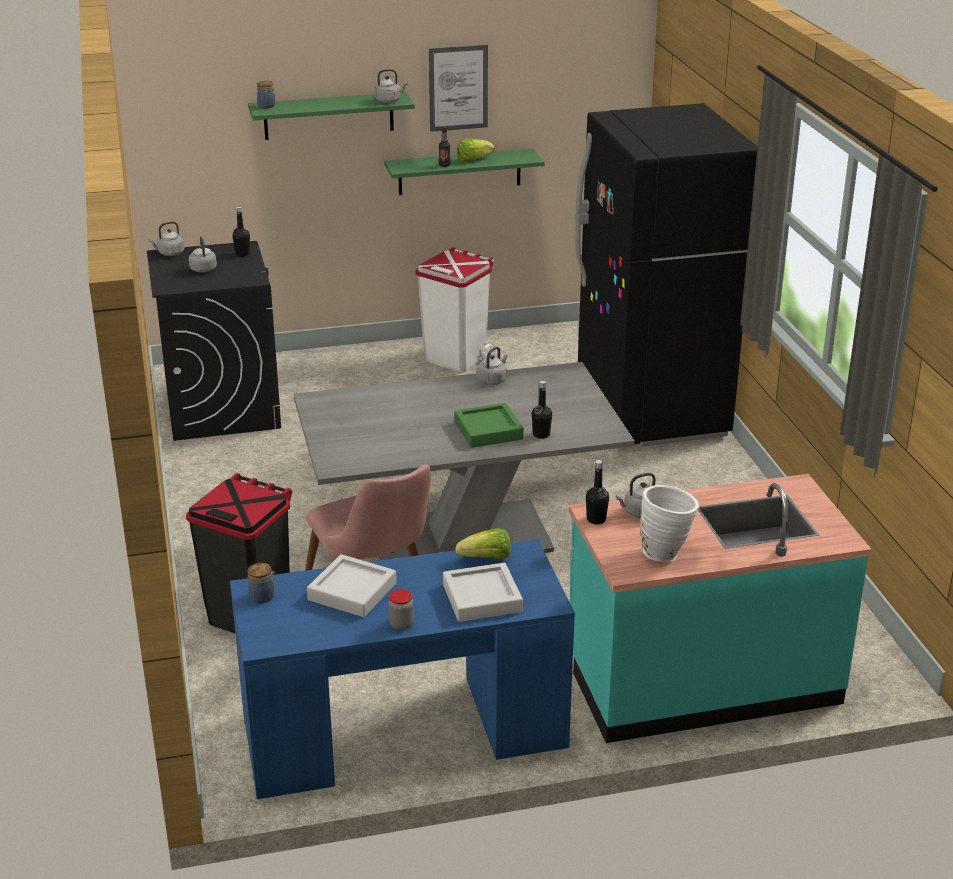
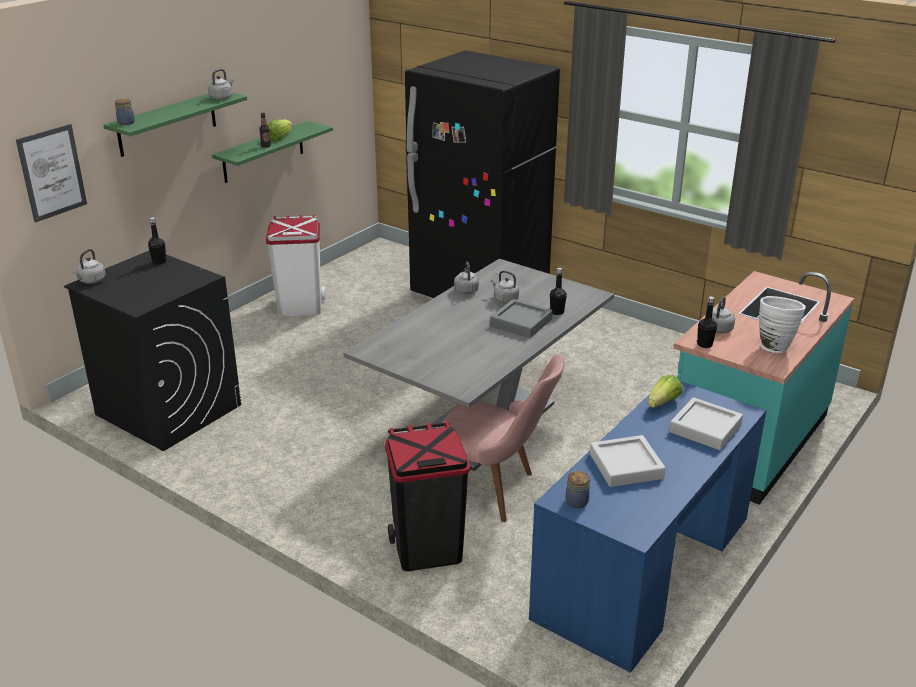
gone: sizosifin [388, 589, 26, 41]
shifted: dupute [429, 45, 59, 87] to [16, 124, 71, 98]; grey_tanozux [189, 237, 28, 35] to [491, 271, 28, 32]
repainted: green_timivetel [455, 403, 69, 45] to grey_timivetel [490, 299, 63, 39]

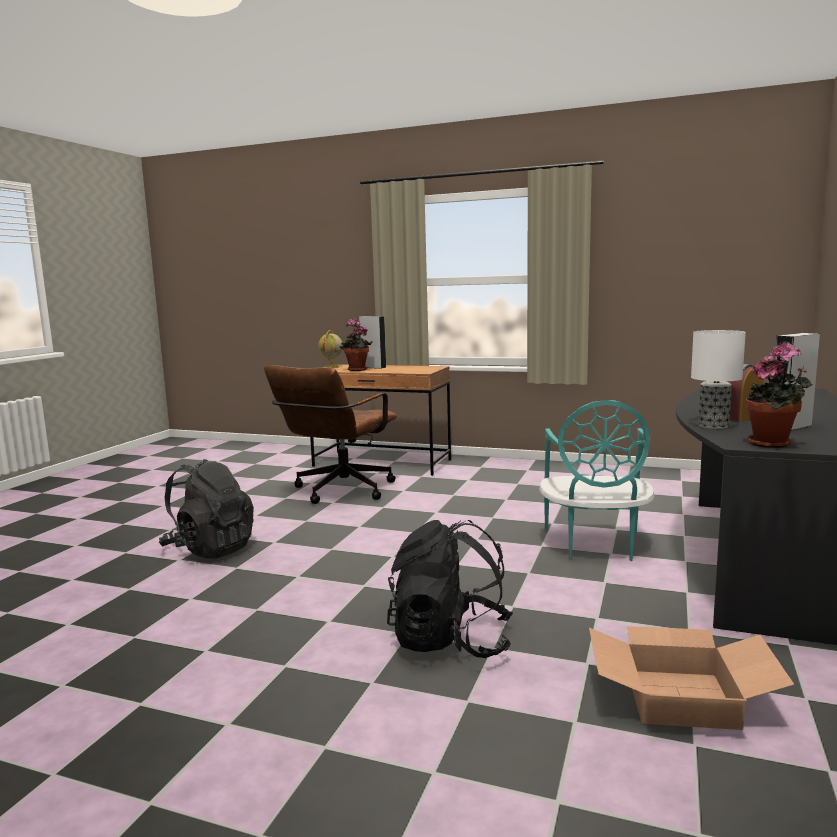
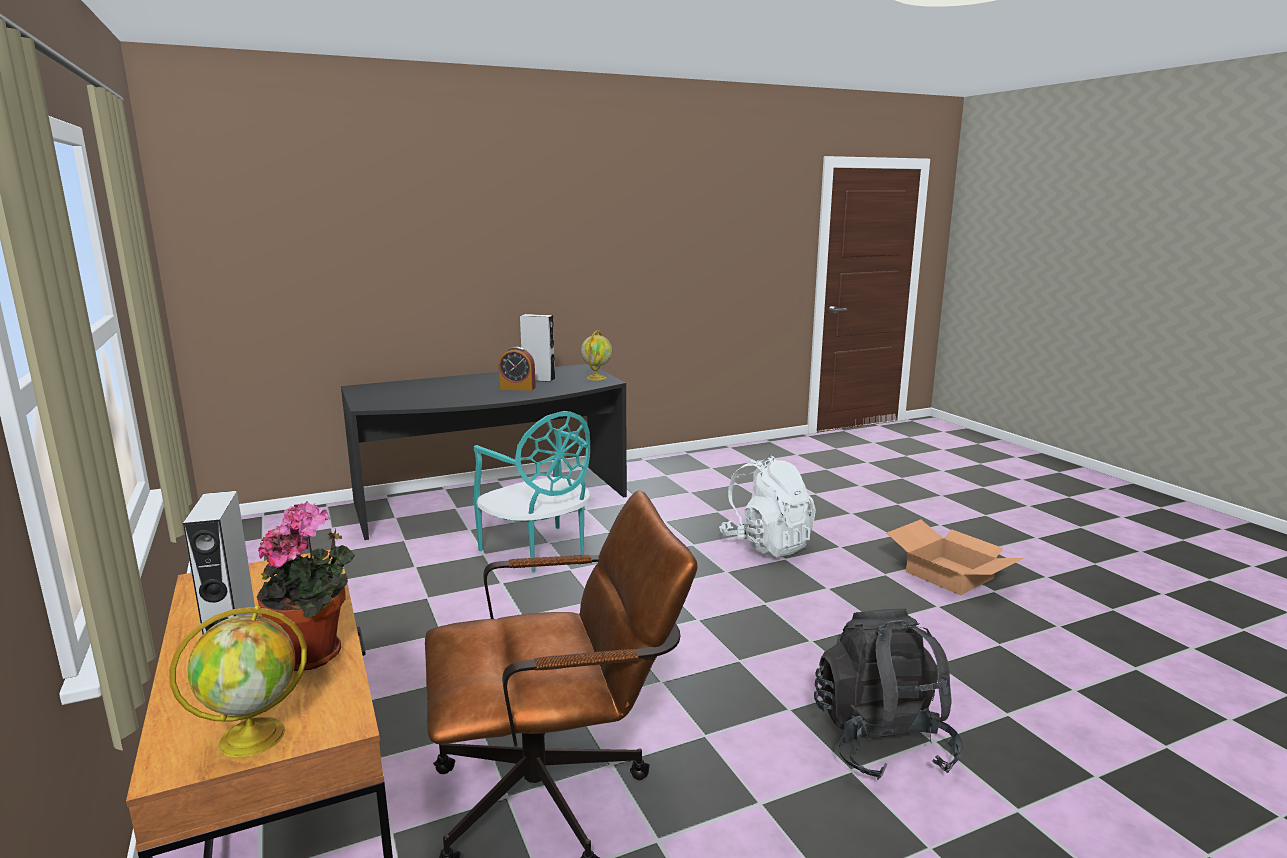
gone: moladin [691, 330, 55, 99]
shifted: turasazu [589, 626, 205, 104] to [887, 519, 137, 76]
swapped: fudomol [746, 342, 67, 106] to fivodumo [581, 330, 31, 51]
repainted: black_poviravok [387, 520, 126, 138] to white_poviravok [719, 455, 97, 102]
rotated: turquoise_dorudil [539, 400, 115, 161] = [473, 411, 118, 162] 90 degrees clockwise

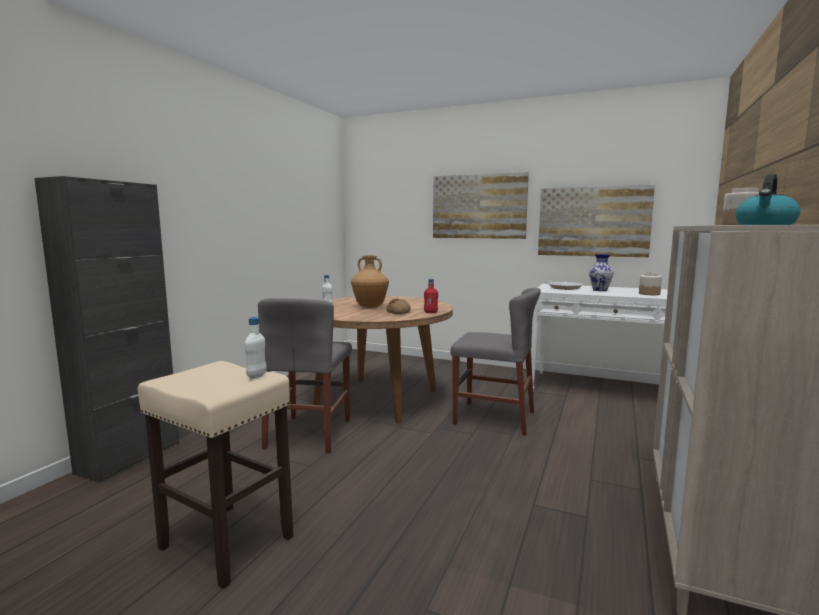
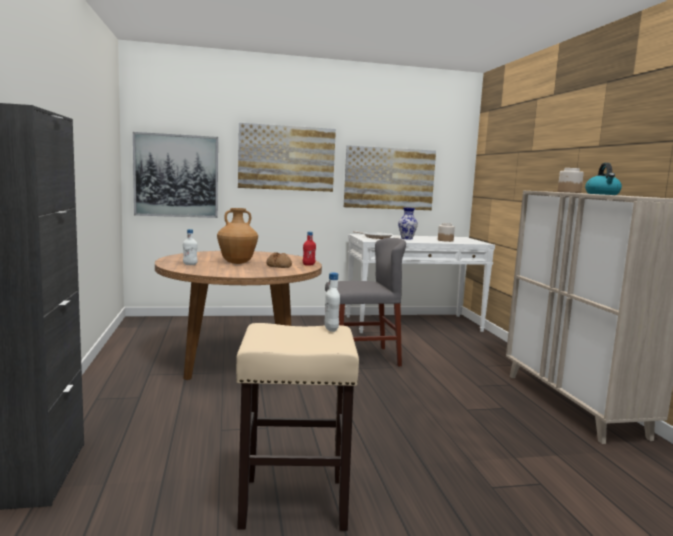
gone: grey_dorudil [258, 298, 94, 155]
new: dupute [133, 132, 85, 86]

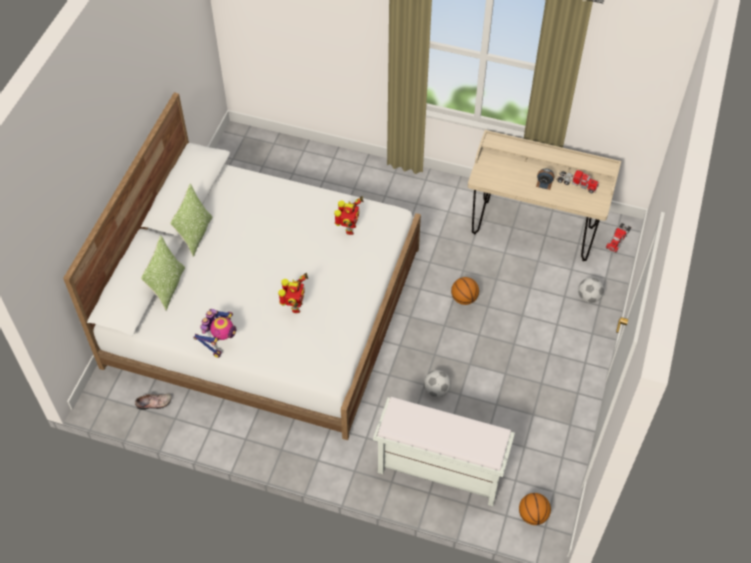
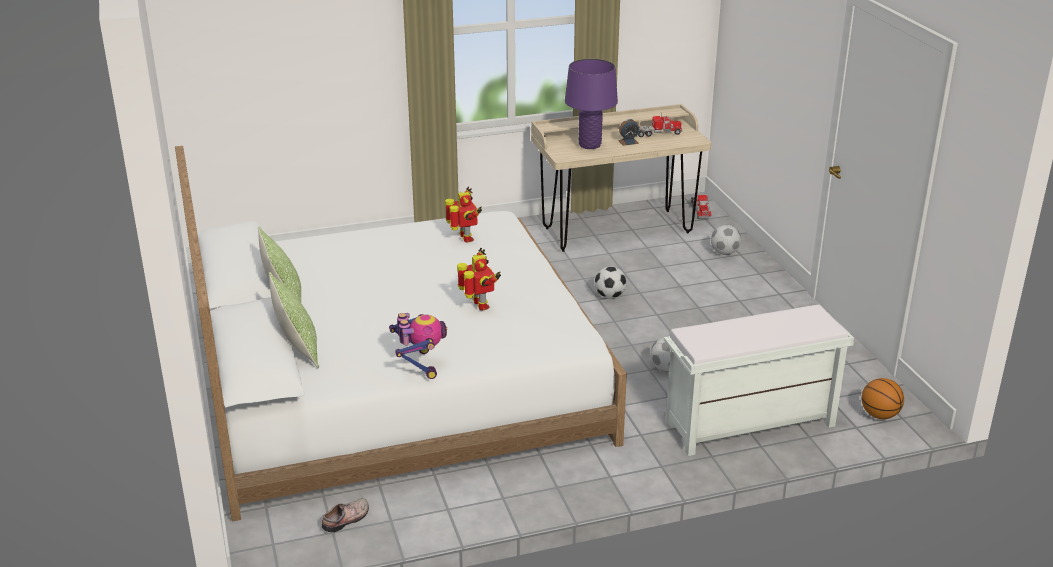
new: purple_moladin [565, 59, 53, 90]
swapped: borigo [451, 277, 28, 28] to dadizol [595, 266, 32, 33]

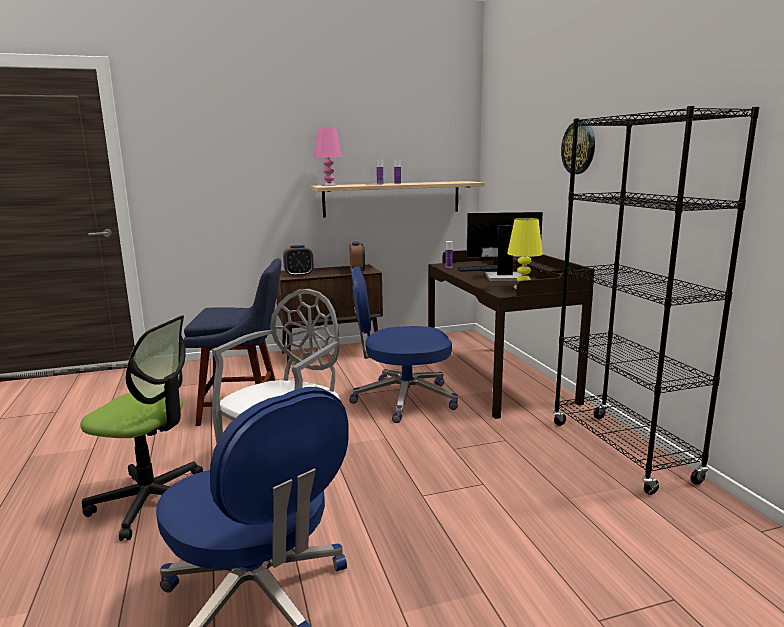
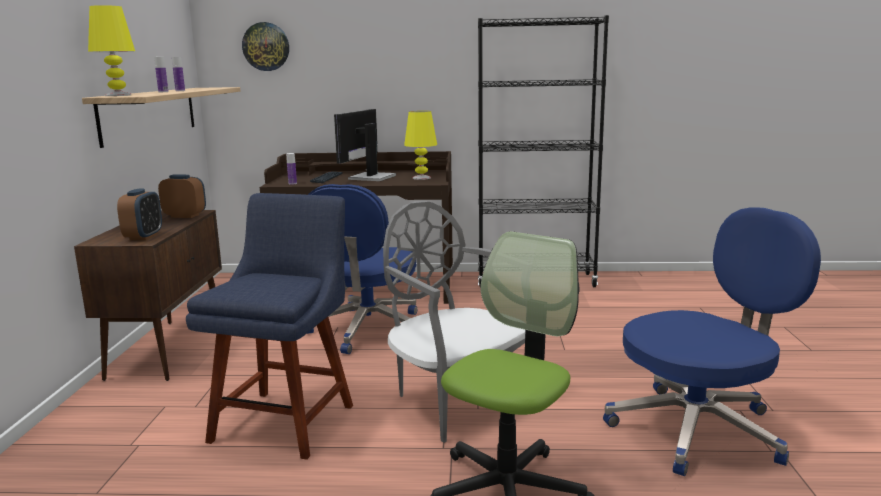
shifted: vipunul [561, 121, 34, 53] to [242, 22, 47, 49]
repainted: pink_moladin [314, 128, 28, 58] to yellow_moladin [88, 5, 47, 91]

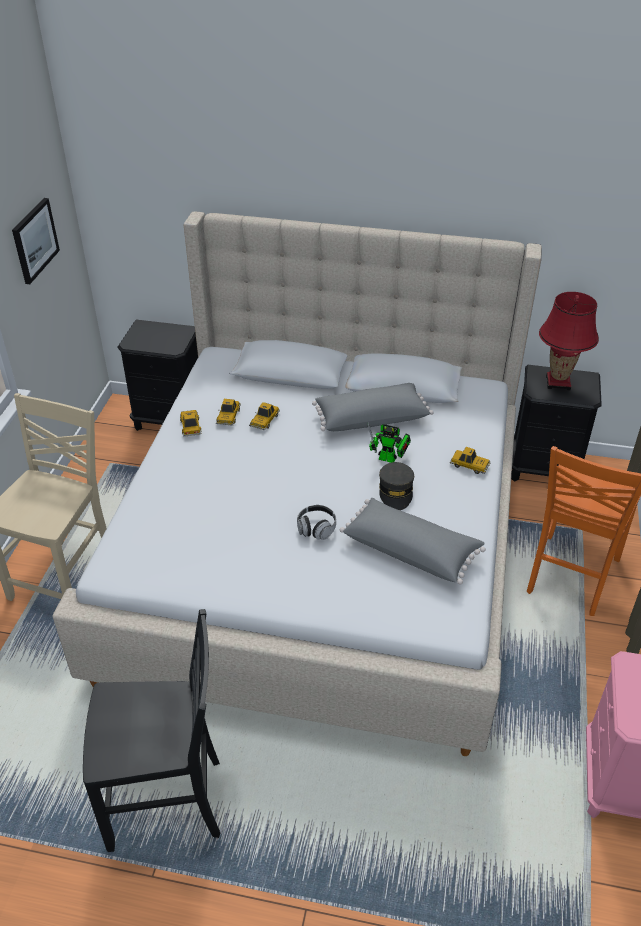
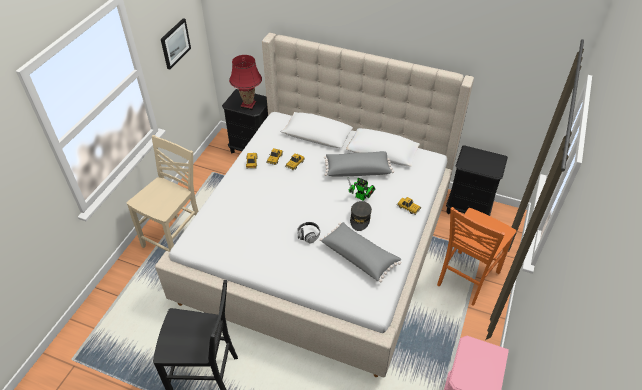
shifted: red_moladin [539, 292, 60, 98] to [229, 55, 33, 55]

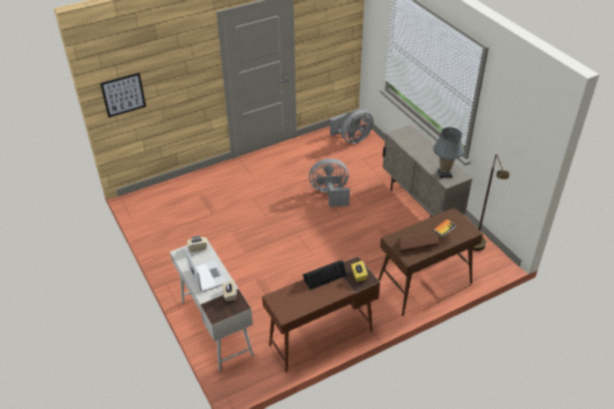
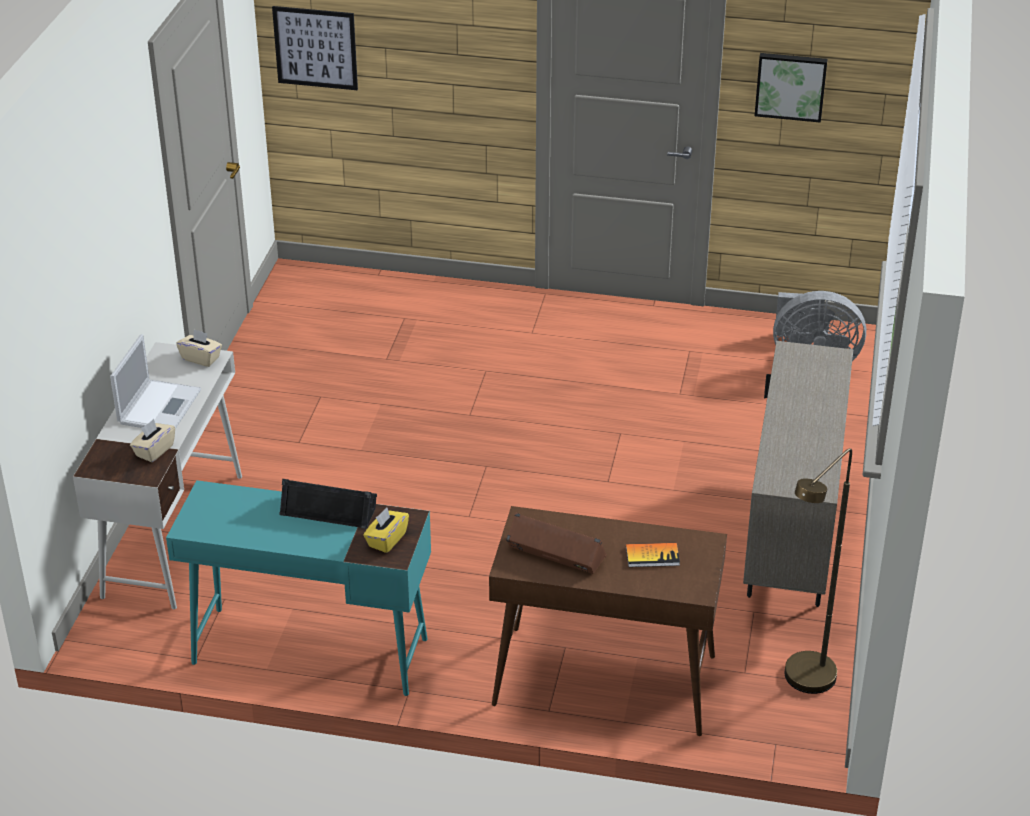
gone: grey_moladin [433, 127, 31, 51]; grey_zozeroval [309, 159, 41, 48]
new: dupute [755, 53, 73, 70]
repainted: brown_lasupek [262, 256, 118, 116] to turquoise_lasupek [166, 480, 265, 216]

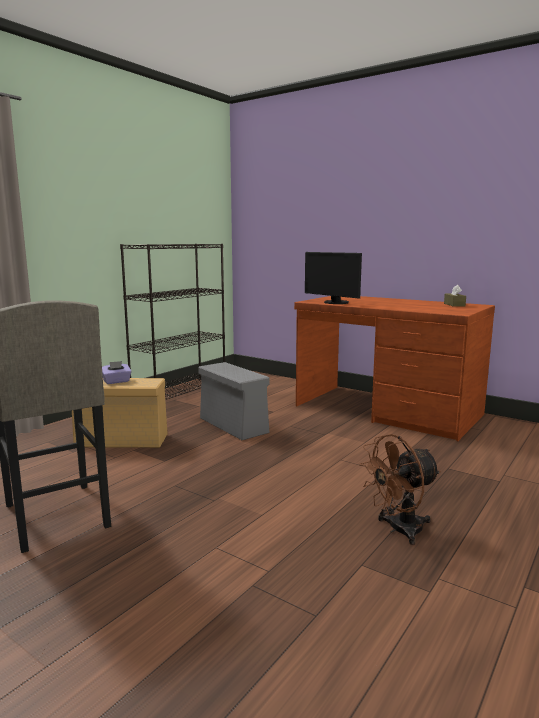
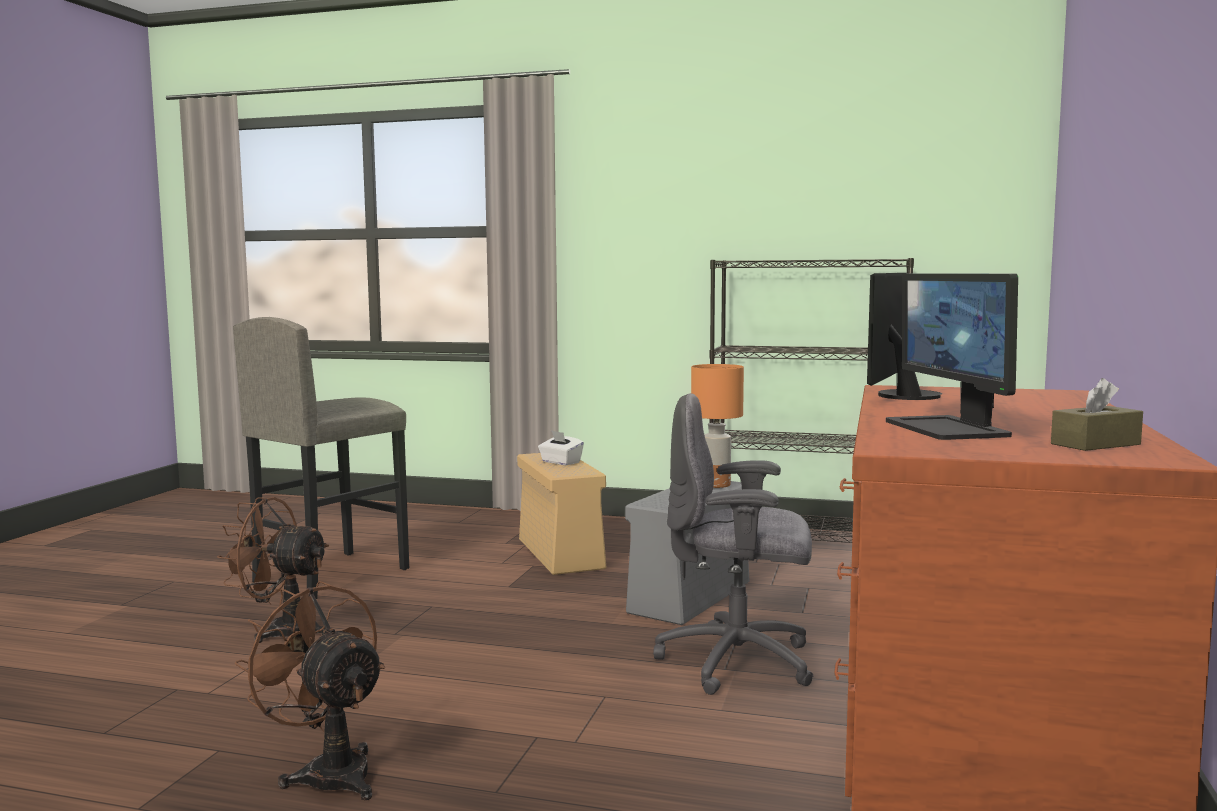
new: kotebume [886, 273, 132, 167]; orange_moladin [691, 364, 53, 124]; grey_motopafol [653, 393, 161, 302]; brown_zozeroval [217, 497, 112, 146]
repainted: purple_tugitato [102, 361, 30, 23] to white_tugitato [538, 430, 46, 35]

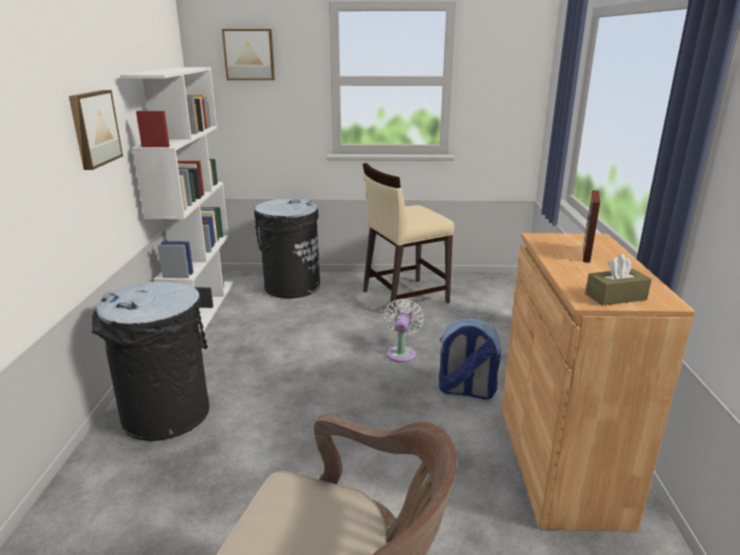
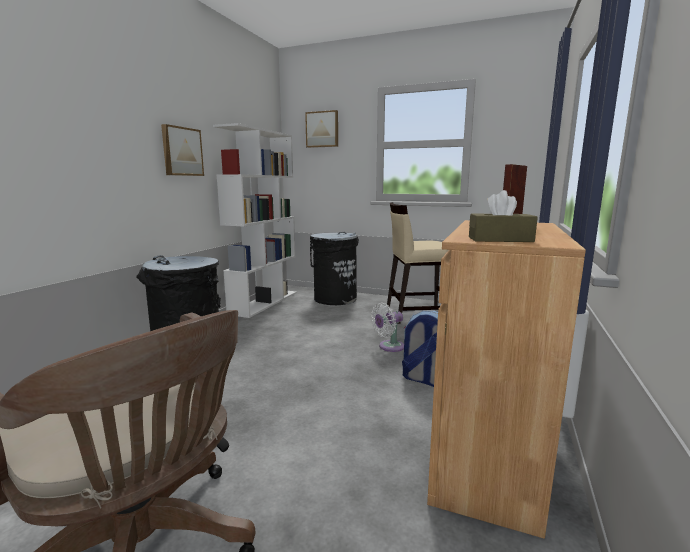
rotated: white_zozeroval [384, 299, 40, 64] = [371, 303, 33, 49] 150 degrees counterclockwise

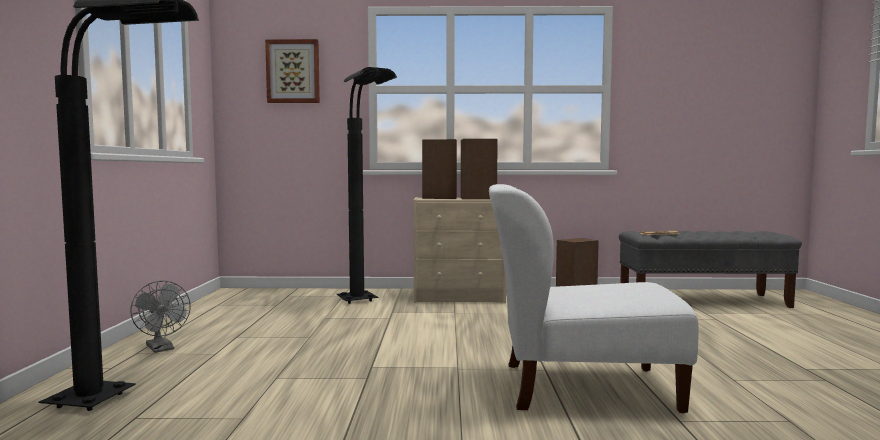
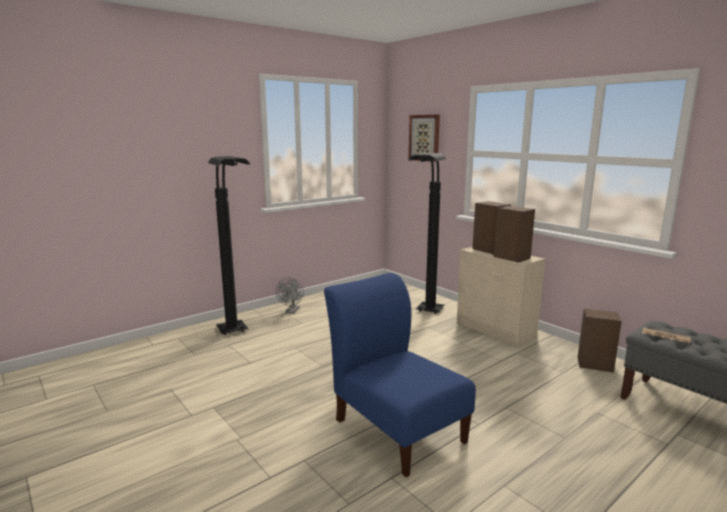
repainted: white_dorudil [489, 184, 210, 229] to blue_dorudil [324, 273, 152, 204]

